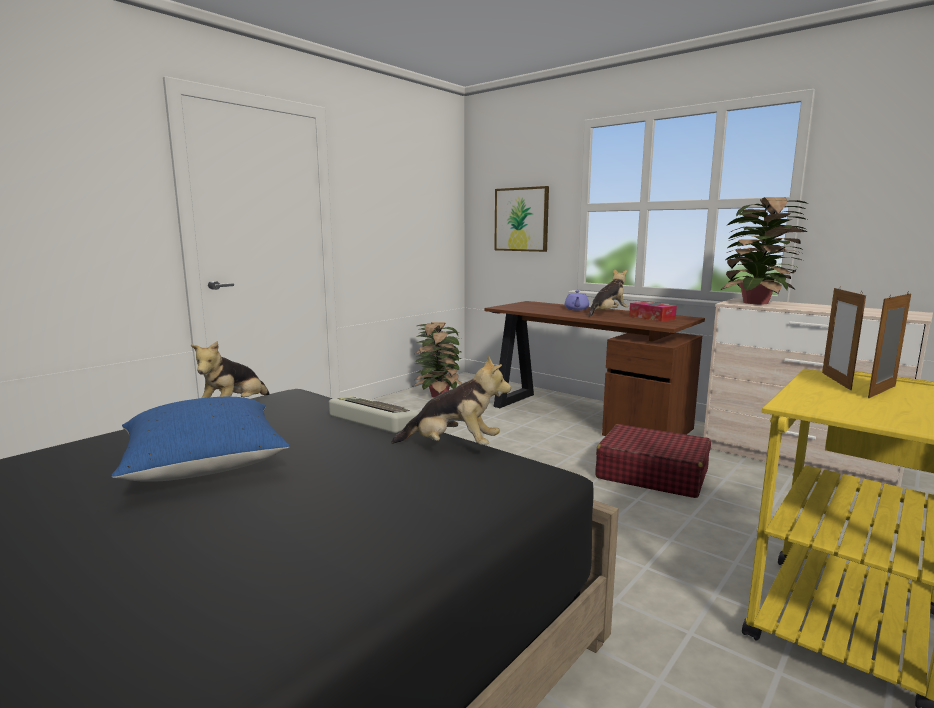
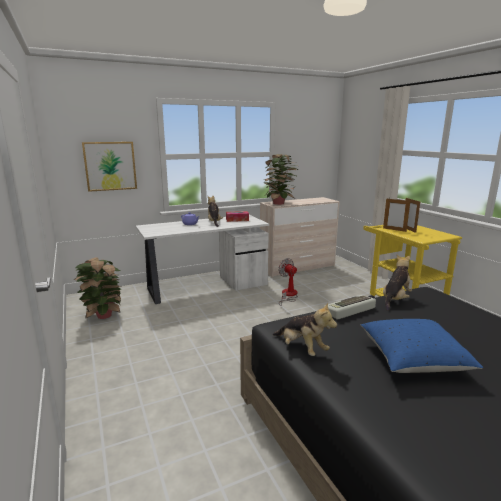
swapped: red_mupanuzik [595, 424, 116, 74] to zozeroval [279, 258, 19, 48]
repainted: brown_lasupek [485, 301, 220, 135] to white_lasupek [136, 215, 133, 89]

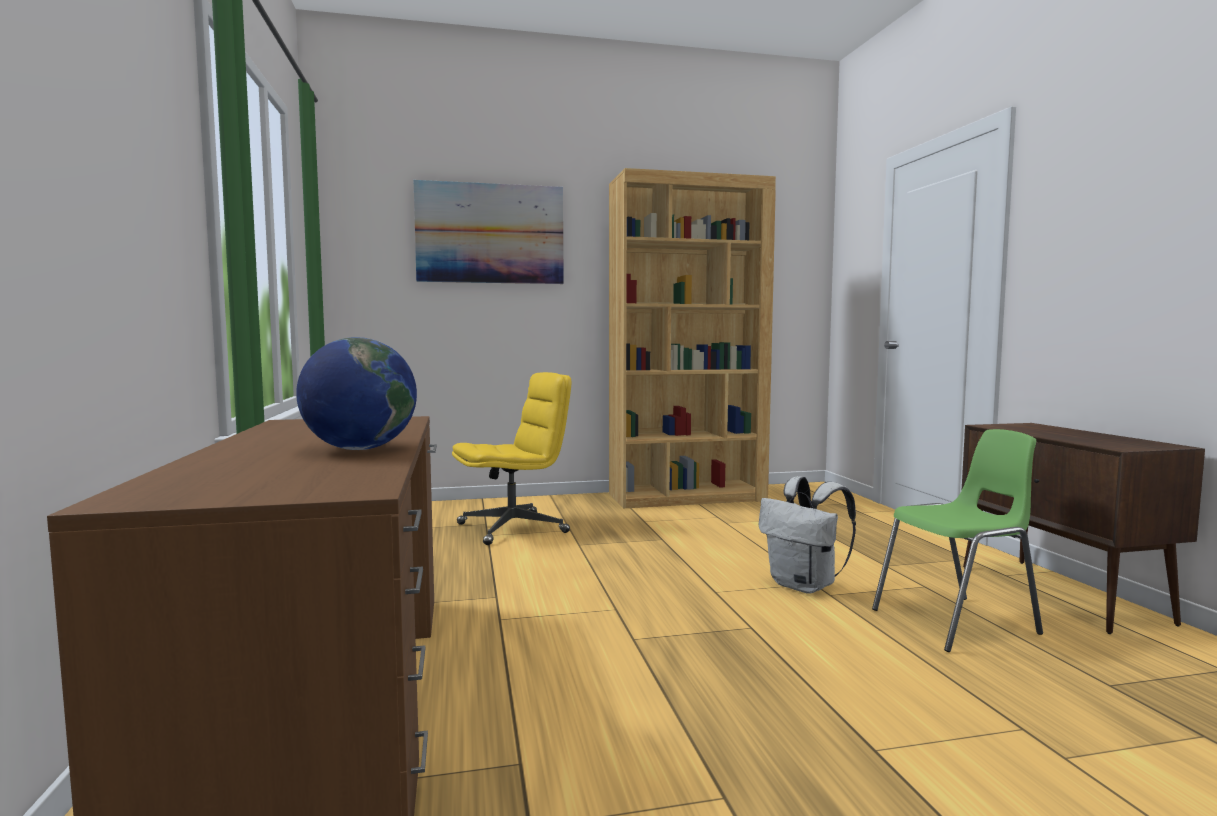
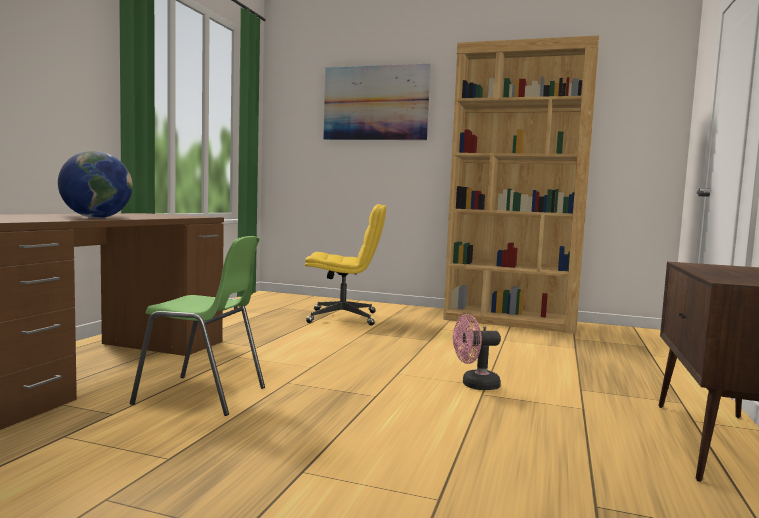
shifted: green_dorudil [872, 429, 171, 223] to [130, 236, 135, 180]
swapped: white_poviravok [759, 476, 97, 118] to pink_zozeroval [453, 314, 48, 76]

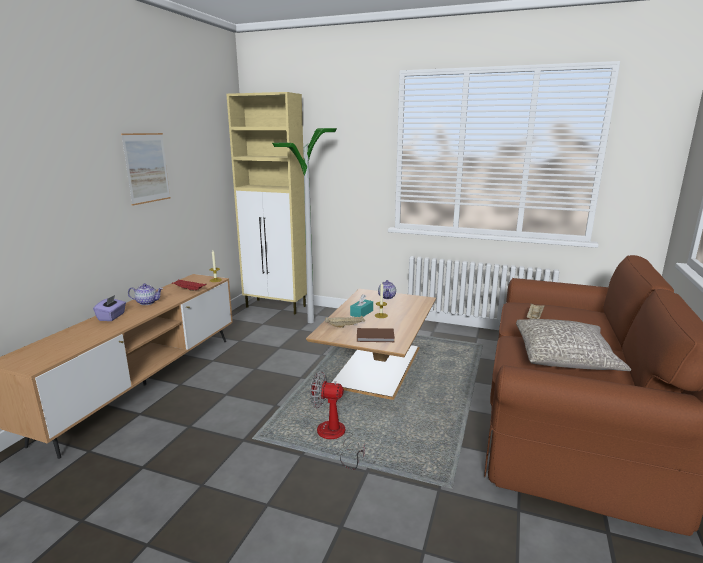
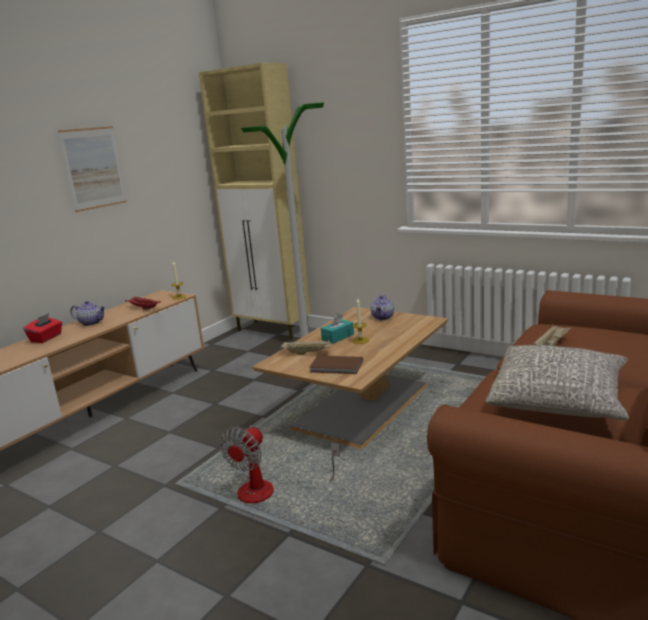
repainted: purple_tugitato [93, 295, 33, 26] to red_tugitato [24, 313, 38, 30]
rotated: zozeroval [310, 371, 55, 99] = [220, 425, 120, 78] 90 degrees counterclockwise

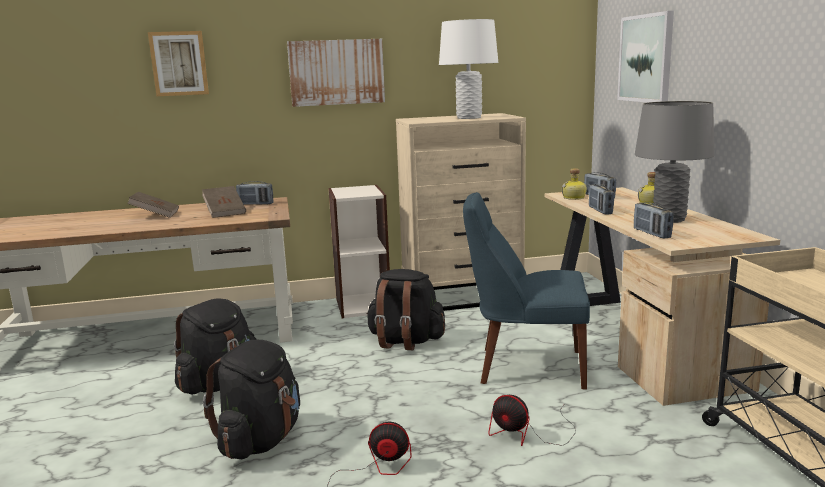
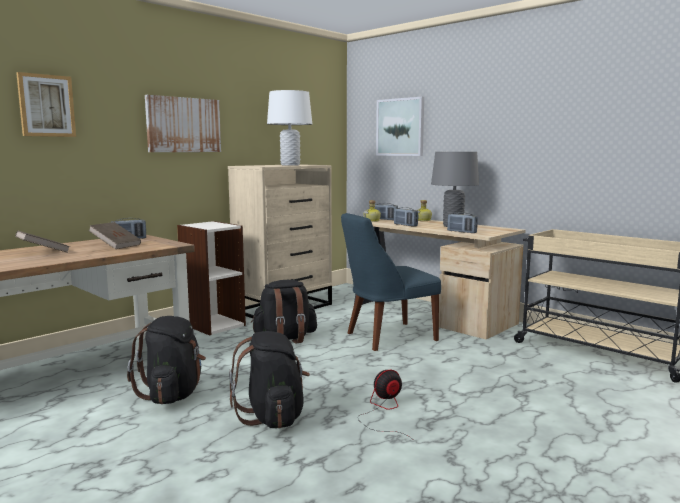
gone: zozeroval [488, 395, 88, 51]

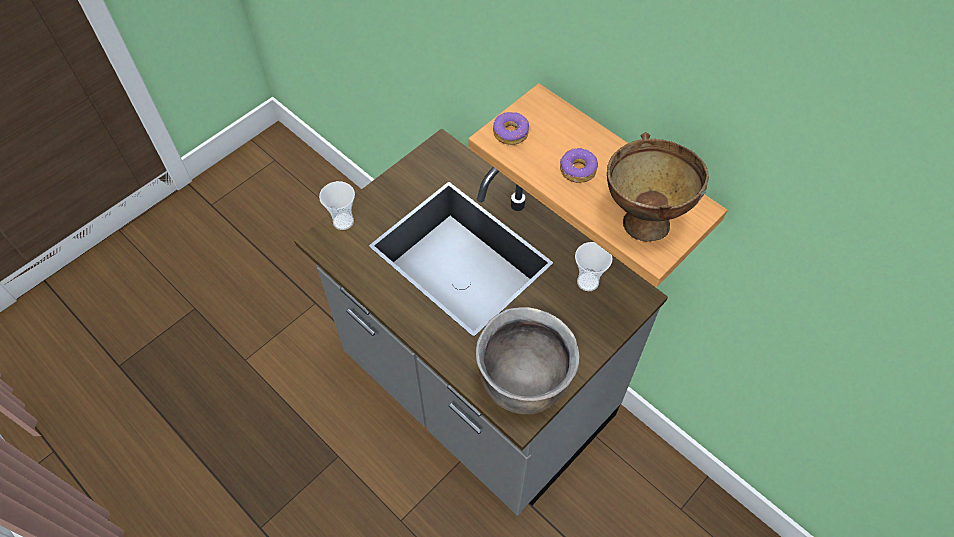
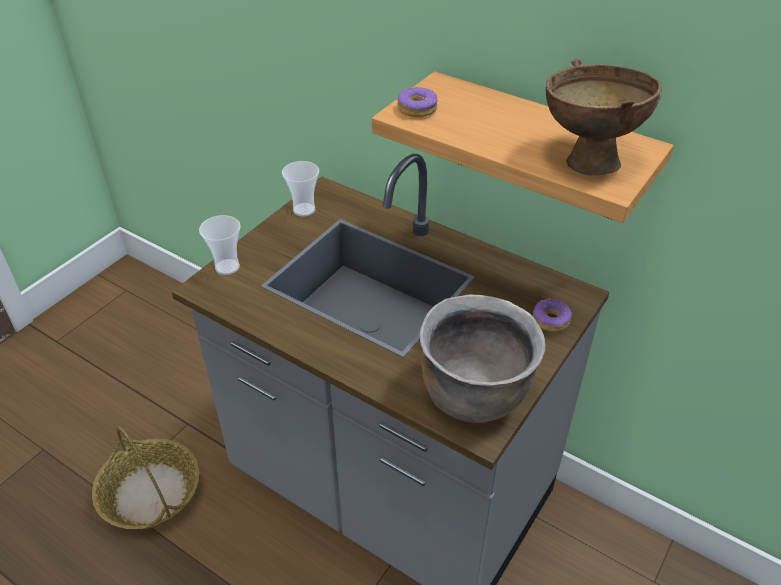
new: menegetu [92, 427, 107, 103]
shifted: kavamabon [560, 148, 38, 35] to [533, 298, 39, 34]; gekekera [575, 242, 37, 49] to [282, 161, 37, 56]

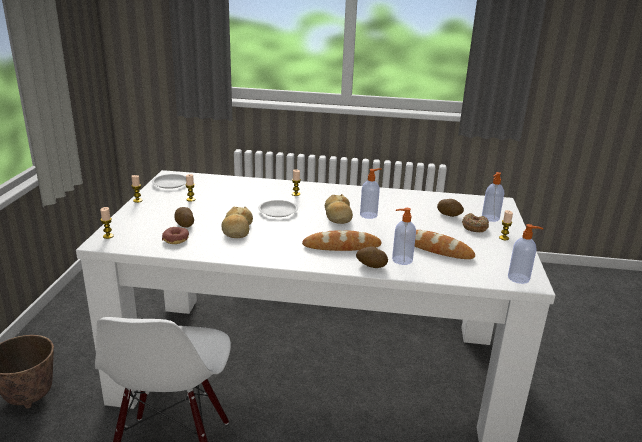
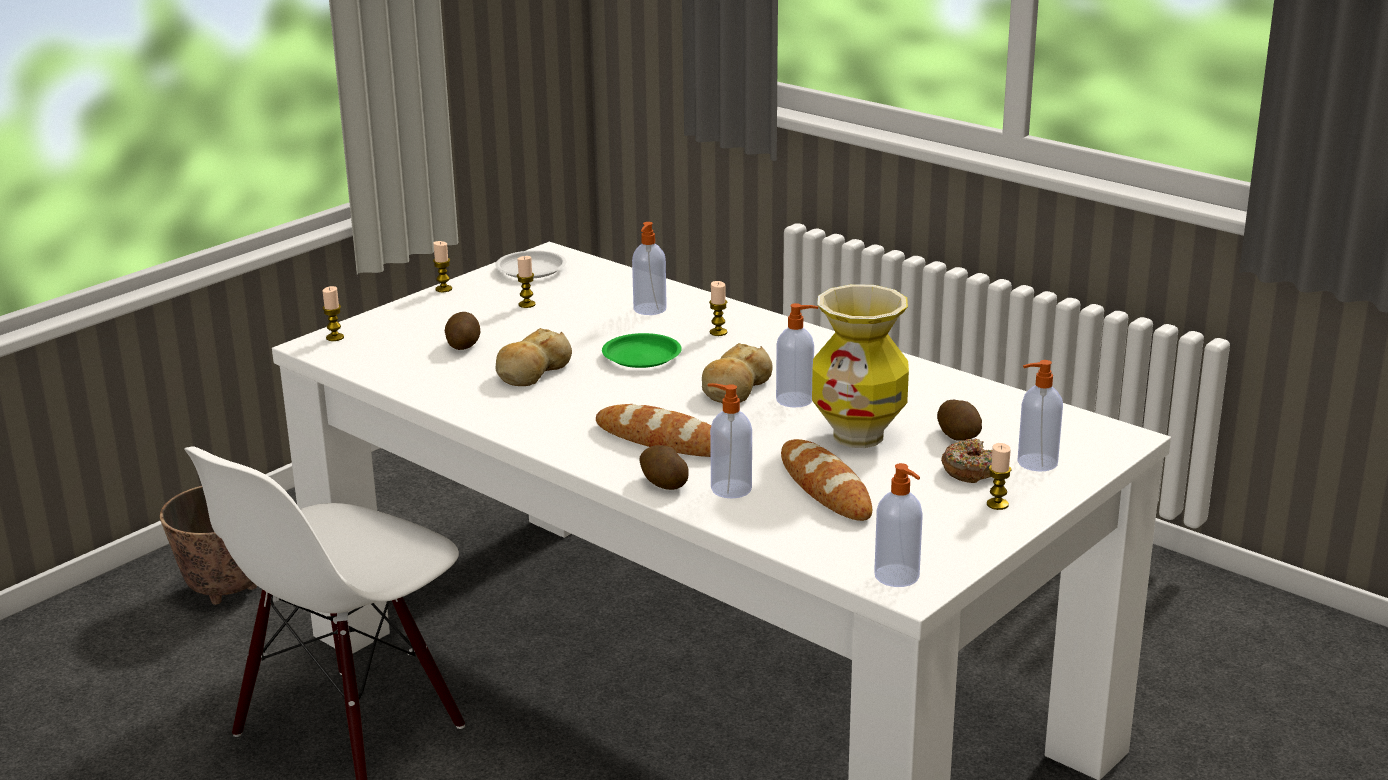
gone: kavamabon [162, 227, 27, 17]
new: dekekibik [632, 222, 35, 93]; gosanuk [812, 284, 97, 164]
repainted: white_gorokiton [258, 200, 40, 17] to green_gorokiton [602, 333, 80, 35]

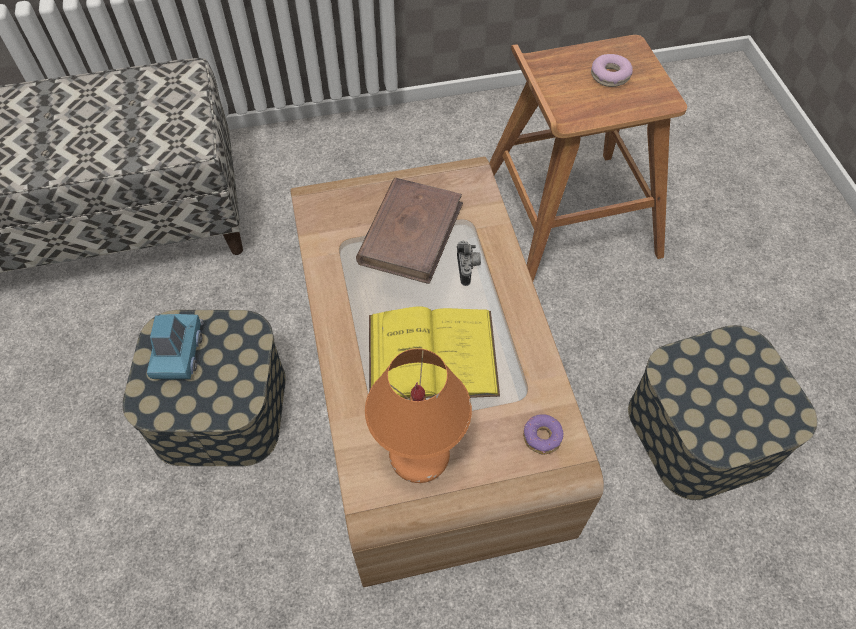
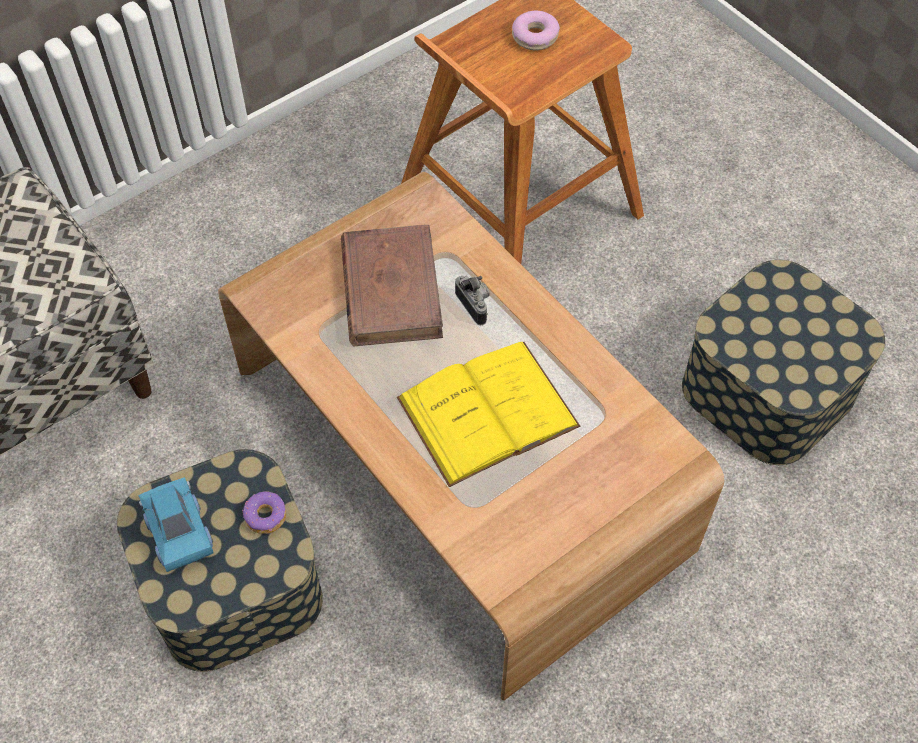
gone: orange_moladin [365, 348, 107, 135]
shifted: kavamabon [523, 414, 40, 41] to [242, 492, 44, 42]

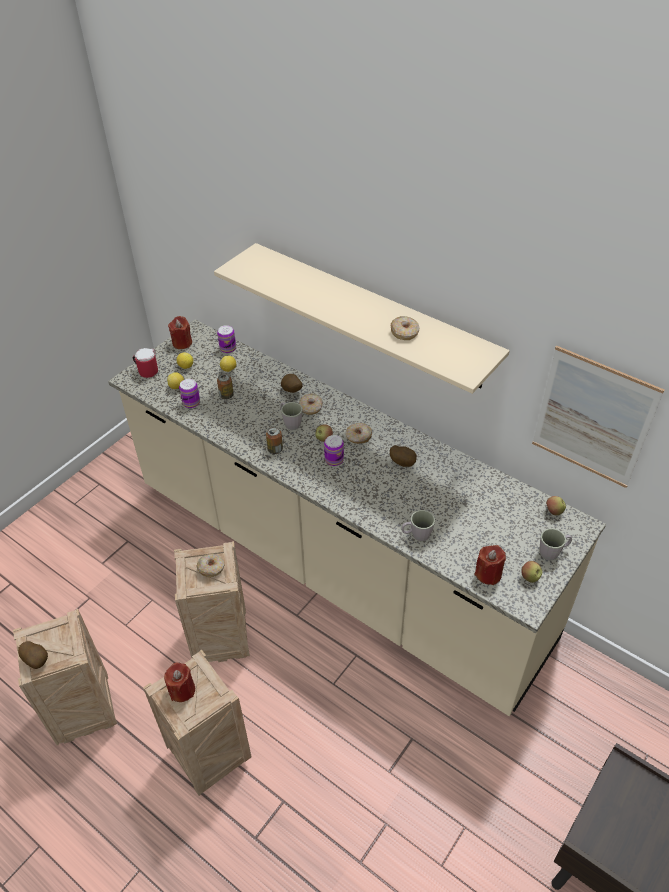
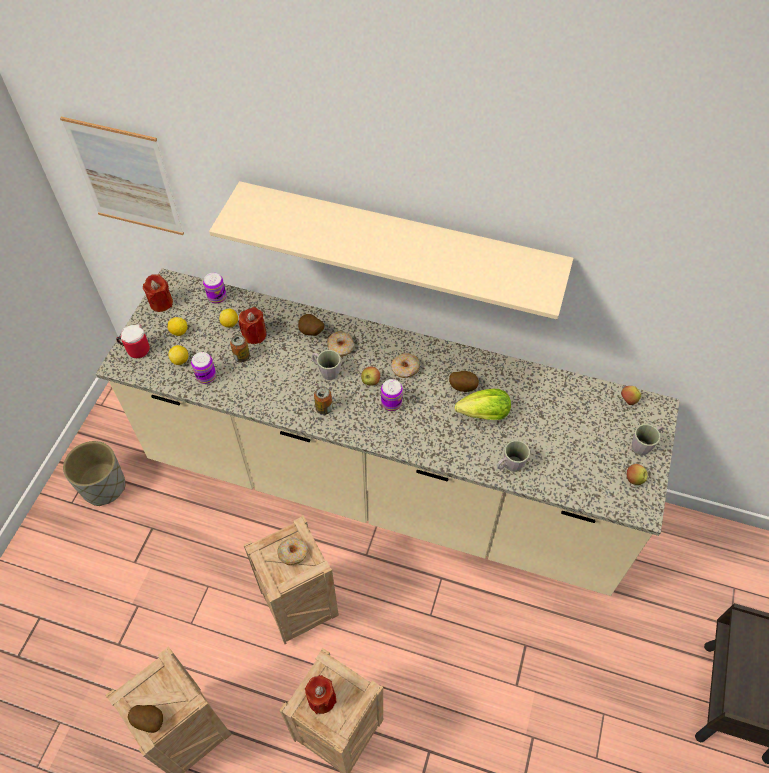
gone: kavamabon [391, 316, 29, 24]
new: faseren [455, 389, 56, 31]; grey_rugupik [63, 441, 62, 65]
shifted: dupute [532, 346, 133, 142] to [60, 117, 124, 118]; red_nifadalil [474, 545, 32, 40] to [239, 307, 28, 37]

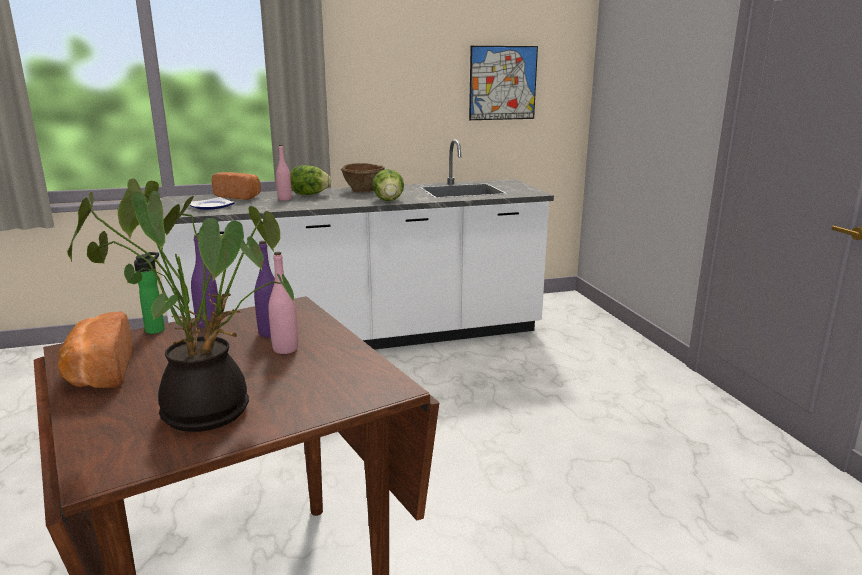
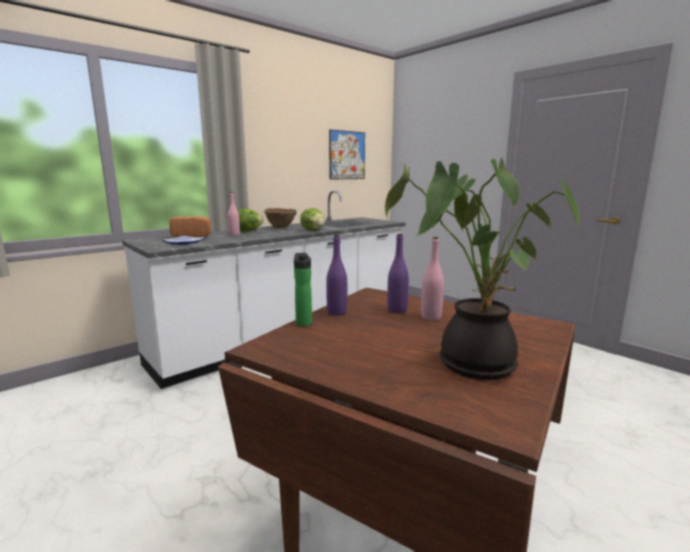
gone: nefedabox [58, 312, 74, 76]

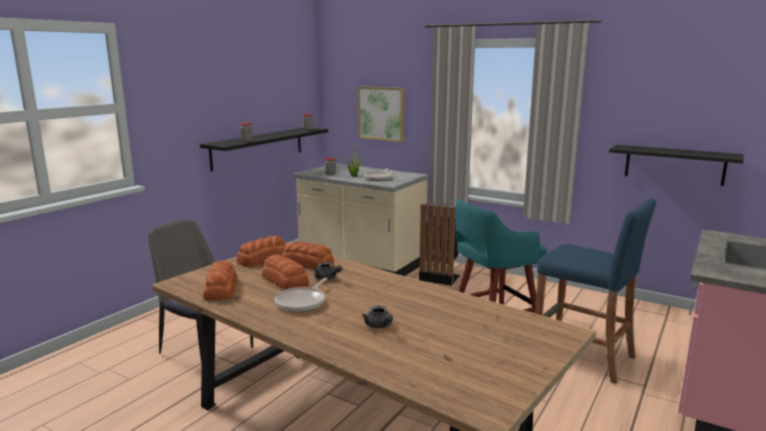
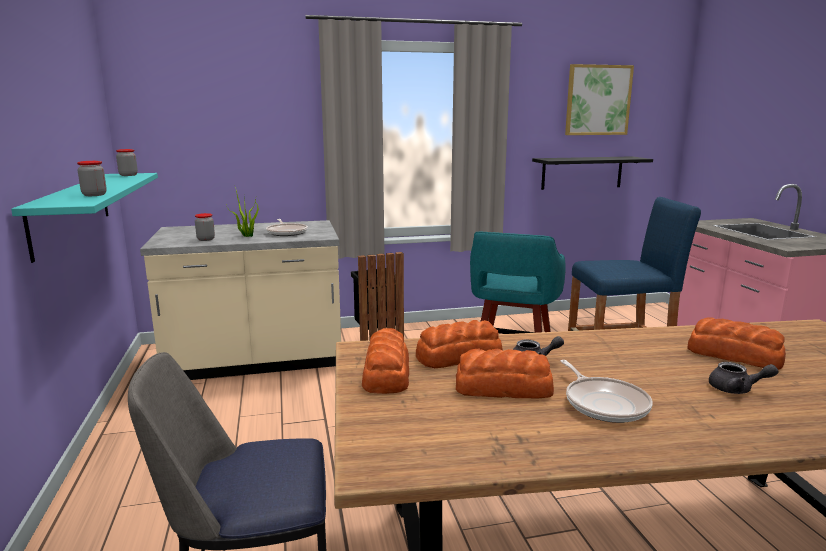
shifted: dupute [358, 87, 46, 55] to [565, 64, 69, 71]; nefedabox [203, 260, 34, 40] to [687, 317, 99, 53]
repainted: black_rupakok [200, 128, 128, 43] to turquoise_rupakok [11, 173, 147, 90]

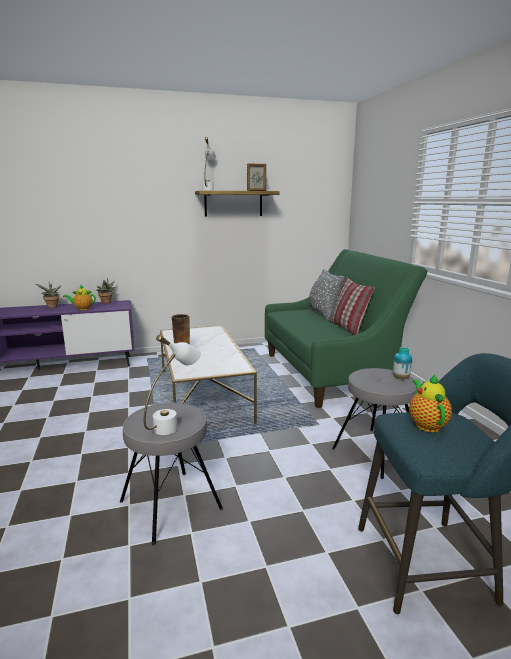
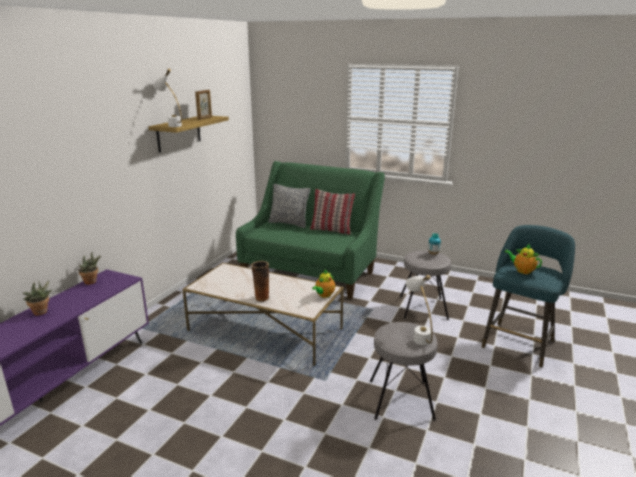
shifted: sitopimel [63, 284, 33, 26] to [312, 270, 23, 28]

